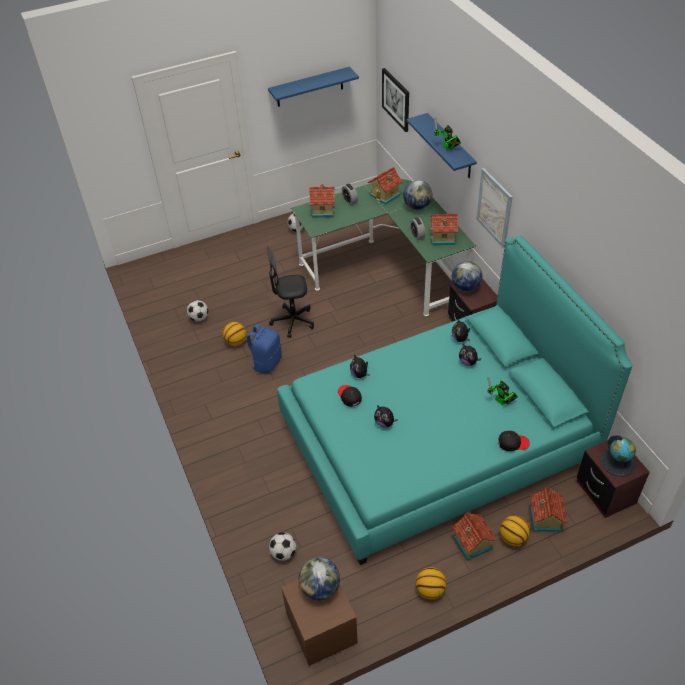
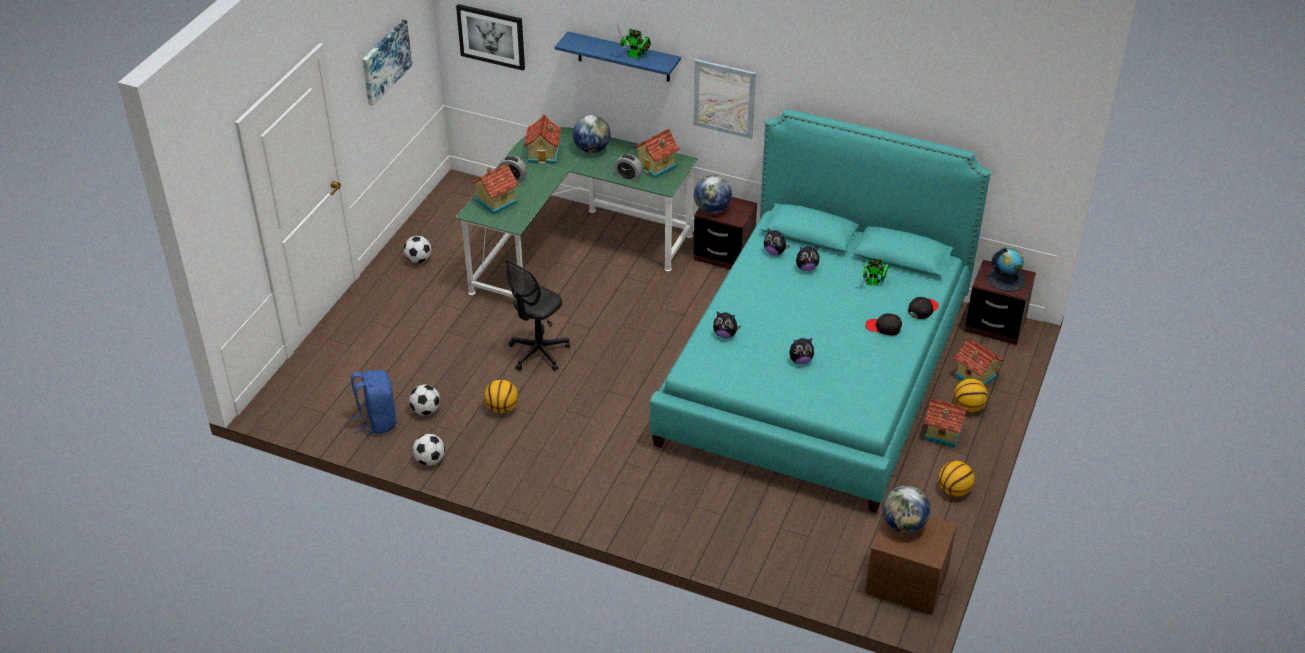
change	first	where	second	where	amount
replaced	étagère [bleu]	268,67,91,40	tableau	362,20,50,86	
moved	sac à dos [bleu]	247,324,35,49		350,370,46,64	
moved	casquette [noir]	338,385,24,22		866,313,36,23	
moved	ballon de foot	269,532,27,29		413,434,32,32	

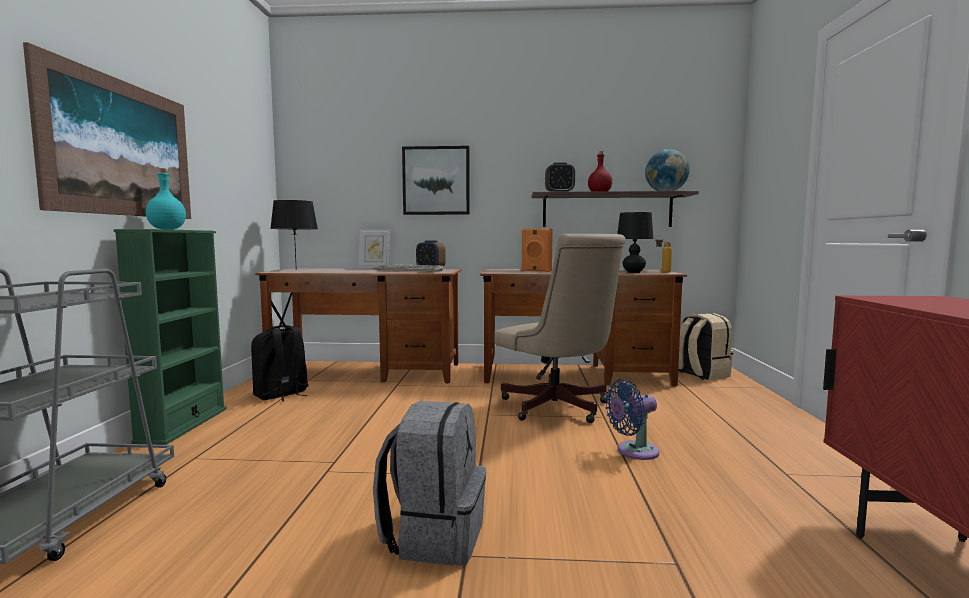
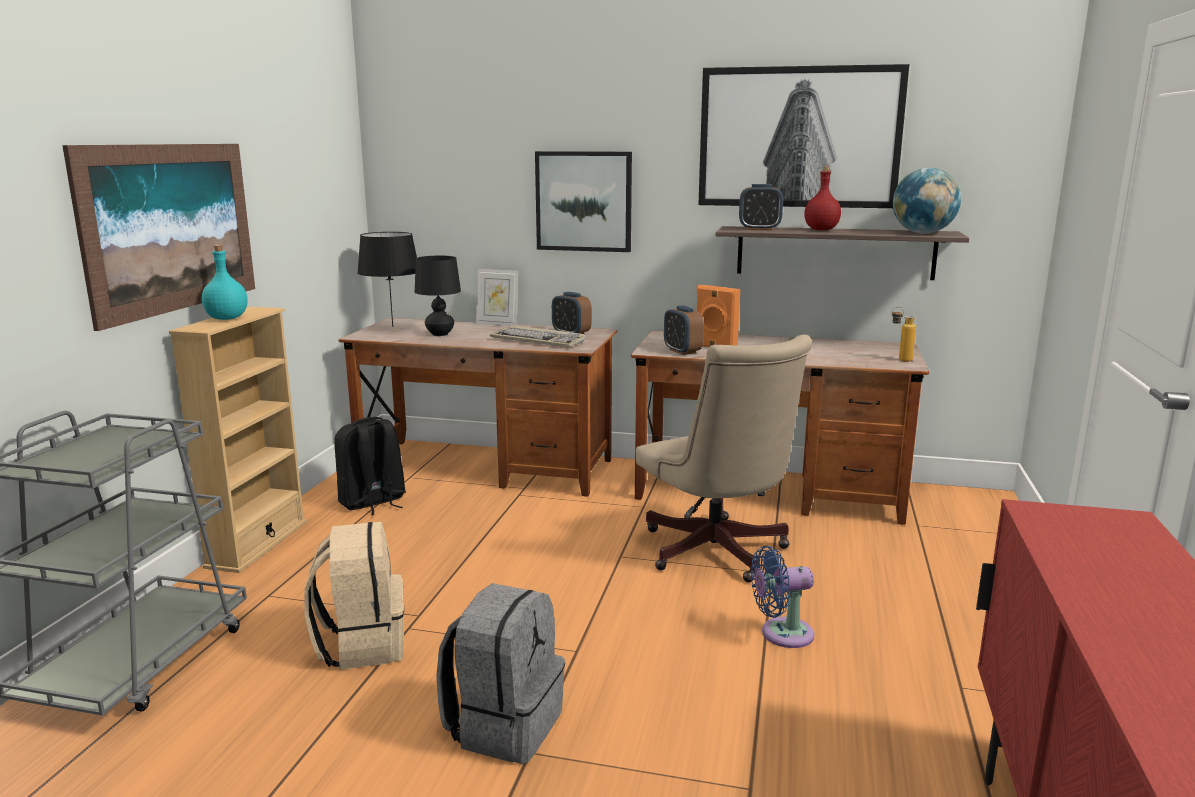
change	first	where	second	where	amount
moved	lampe de table [noir]	617,212,36,61		415,256,46,80	
recoloured	bibliothèque [vert]	114,229,113,216	bibliothèque [beige]	169,307,138,266	
moved	sac à dos [beige]	678,313,55,67		304,522,100,148	
added			tableau	698,64,211,144	
added			réveil	664,305,40,50	

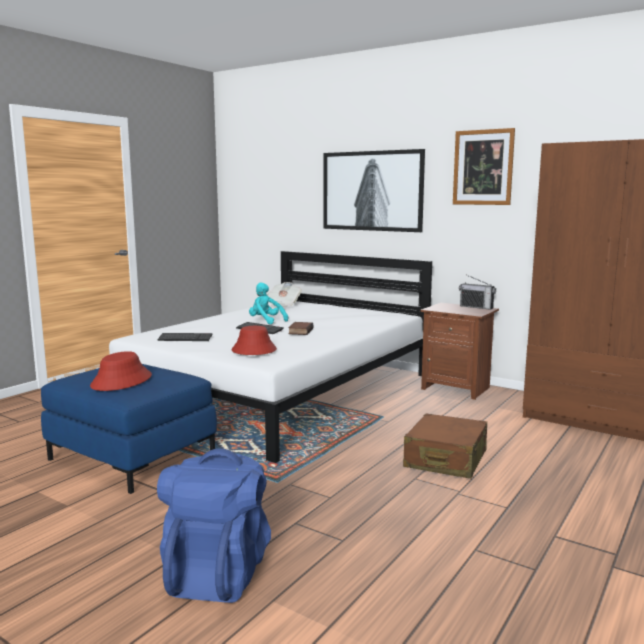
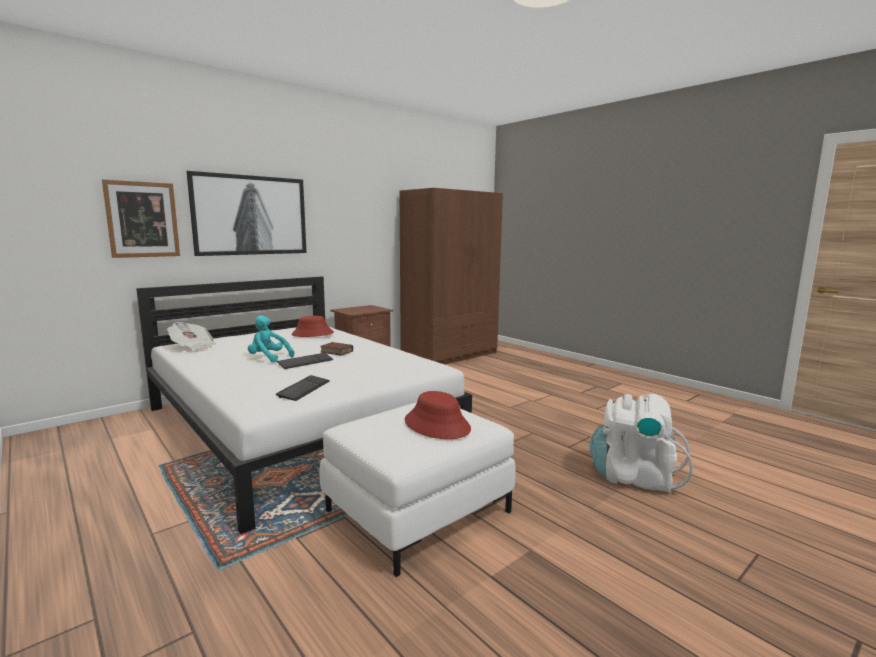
change	first	where	second	where	amount
moved	tableau	453,128,62,77		102,179,78,79	
removed	radio	459,275,37,35			
turned	peluche [turquoise]	249,282,39,42		248,315,46,47	60 degrees clockwise
moved	chapeau [rouge]	231,326,46,29		291,316,43,21	
recoloured	pouf [bleu]	41,364,176,130	pouf [blanc]	319,402,197,175	
removed	valise [marron]	403,413,84,65			
recoloured	sac à dos [bleu]	157,448,114,155	sac à dos [blanc]	590,394,103,99	

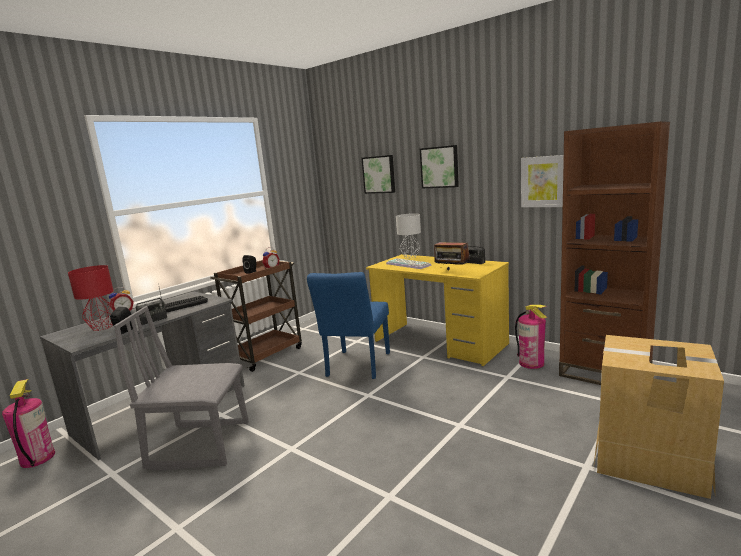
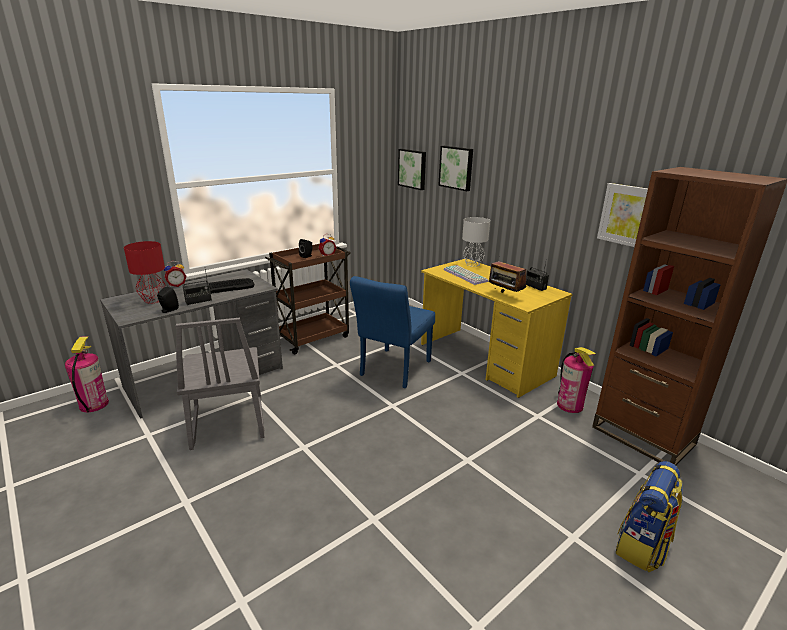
change	first	where	second	where	amount
moved	tableau	420,145,39,43		398,149,28,41	
turned	chaise [gris]	114,306,135,165		176,318,89,132	120 degrees counterclockwise
replaced	carton	593,335,131,164	sac à dos	615,461,68,112	

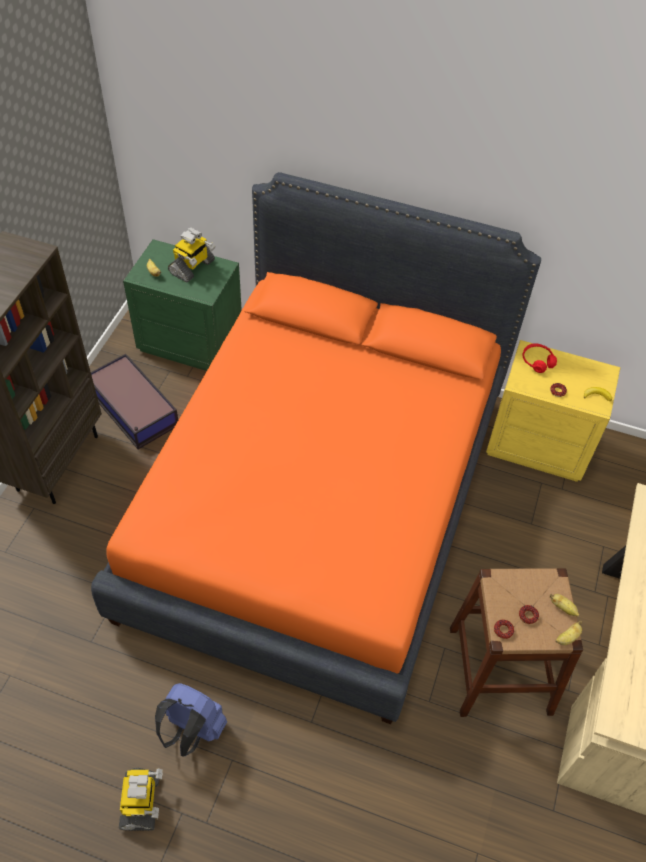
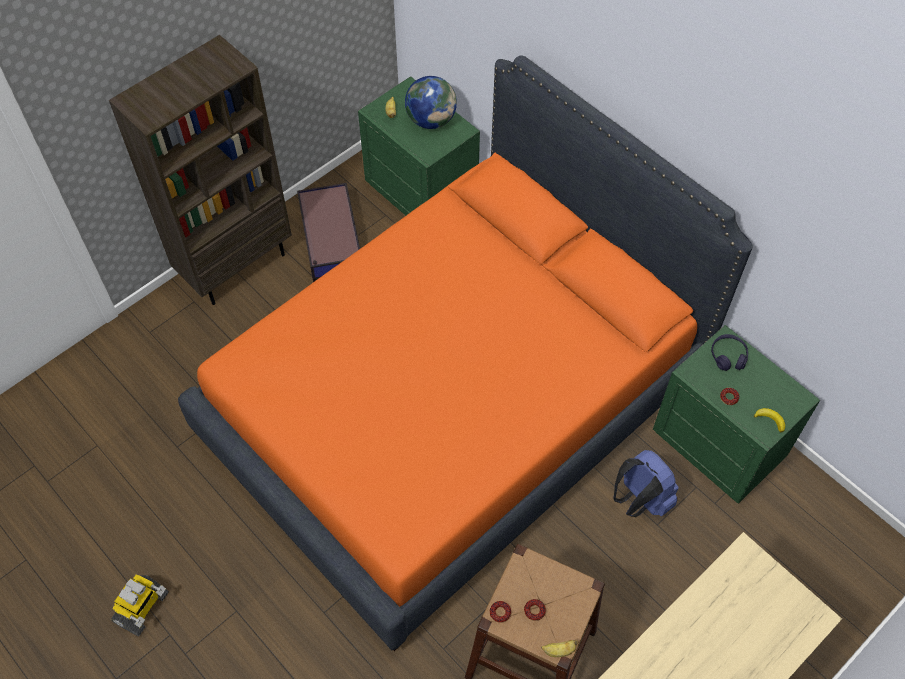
change	first	where	second	where	amount
replaced	robot jouet	168,227,47,55	globe	405,76,52,53	
recoloured	table de chevet [jaune]	486,340,135,142	table de chevet [vert]	653,325,167,179	
recoloured	casque audio [rouge]	522,343,35,30	casque audio [violet]	711,334,37,37	
removed	banane	550,594,29,23			
moved	sac à dos [bleu]	155,683,72,73		613,450,66,67	

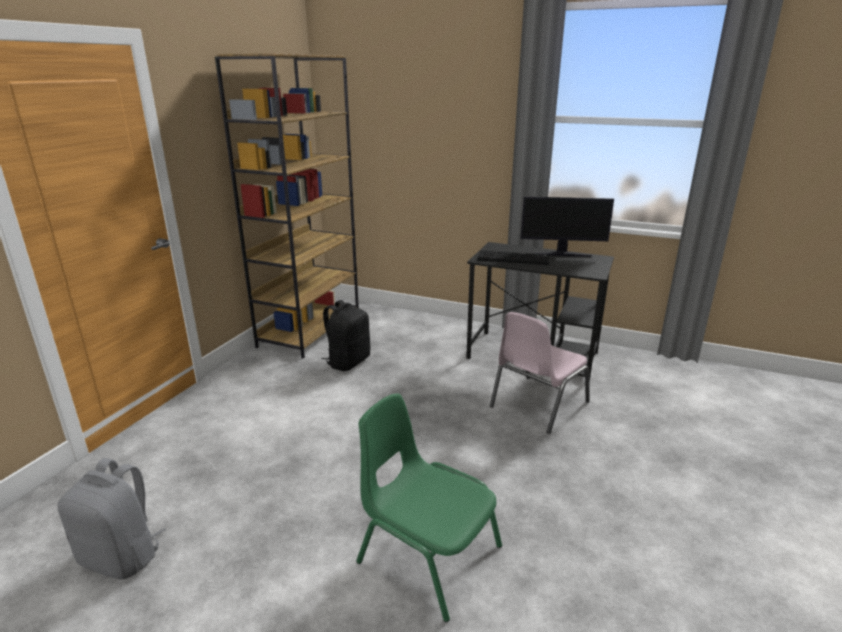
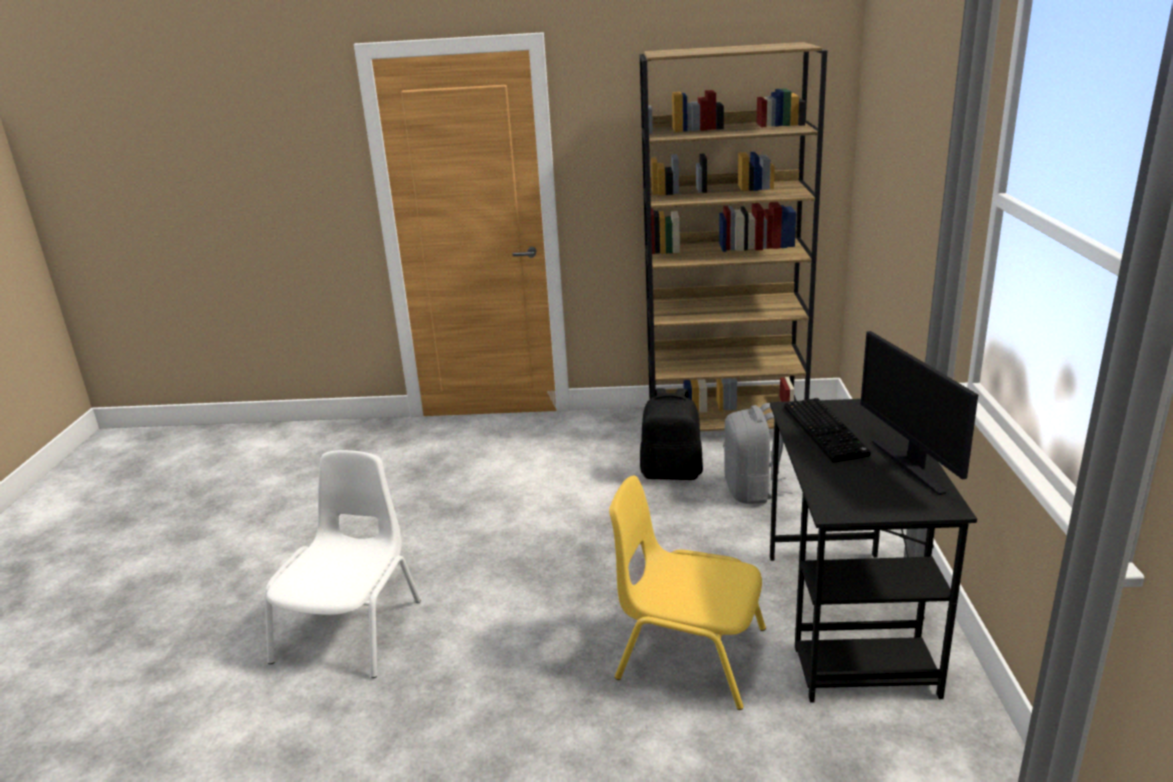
change	first	where	second	where	amount
recoloured	chaise [rose]	490,312,100,122	chaise [jaune]	609,475,157,235	
recoloured	chaise [vert]	356,394,146,228	chaise [blanc]	265,450,156,228	
moved	sac à dos [gris]	57,458,109,122		724,403,68,101	

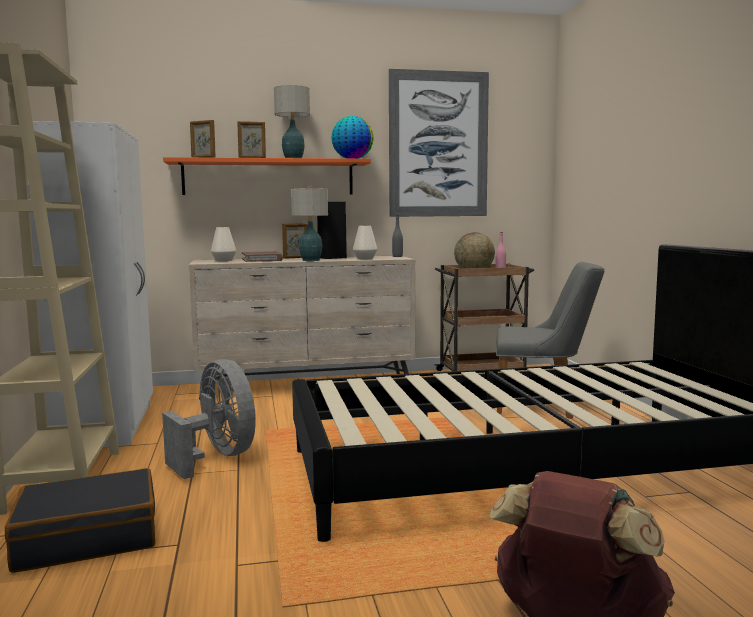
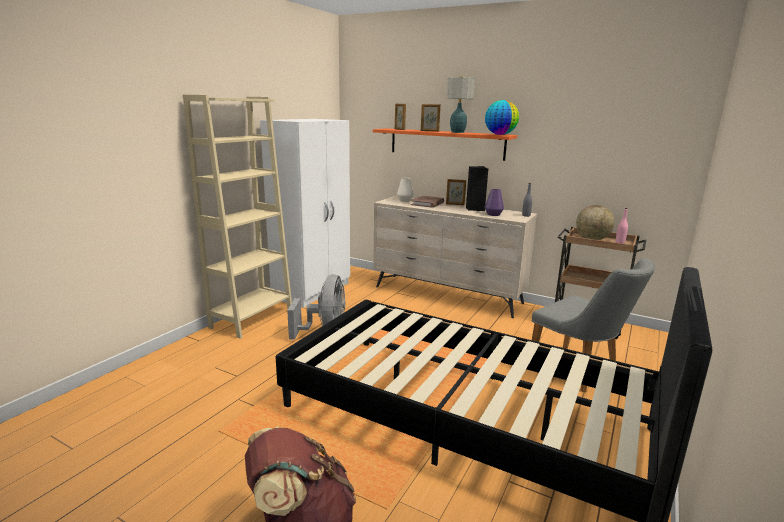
change	first	where	second	where	amount
removed	tableau	389,69,100,148			
removed	lampe de table	291,186,37,75			
recoloured	vase [blanc]	353,226,24,33	vase [violet]	485,189,19,27	
removed	valise [noir]	5,468,150,105			

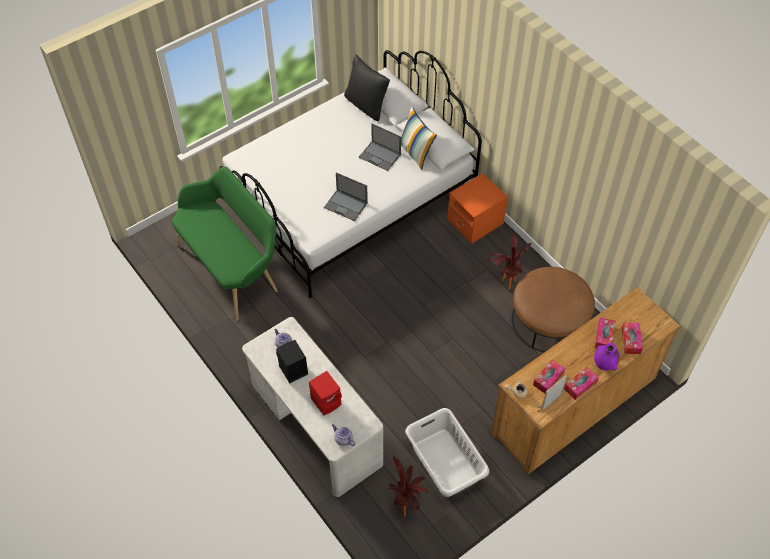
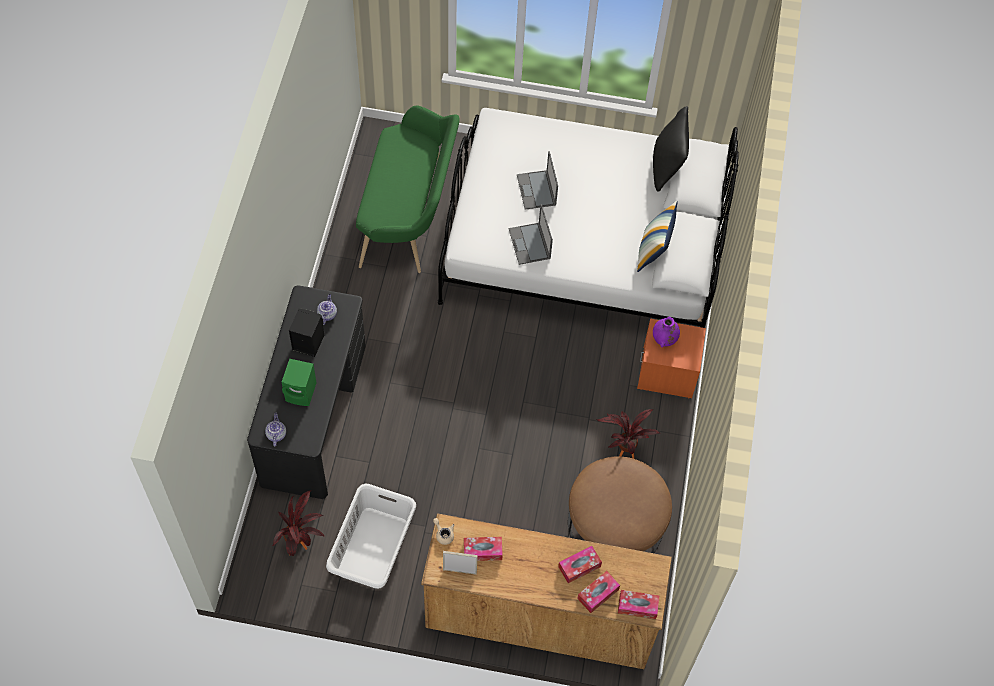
change	first	where	second	where	amount
moved	ordinateur portable	359,124,42,47		517,151,41,59	
recoloured	bureau [blanc]	242,317,141,180	bureau [noir]	247,285,119,214	
moved	vase [violet]	594,343,26,28		653,317,27,30	
moved	boîte à mouchoirs	564,367,35,33		618,590,41,29	
recoloured	enceinte [rouge]	309,371,33,44	enceinte [vert]	282,359,35,47	

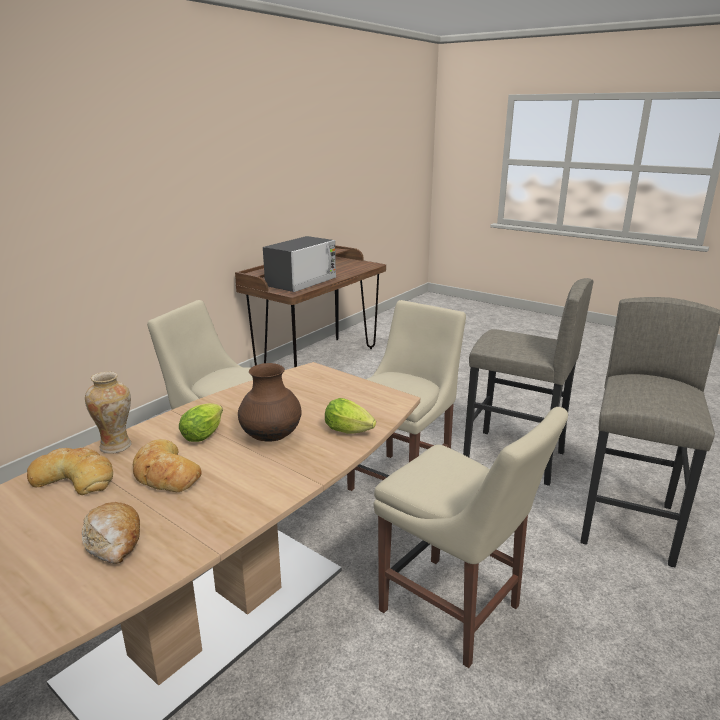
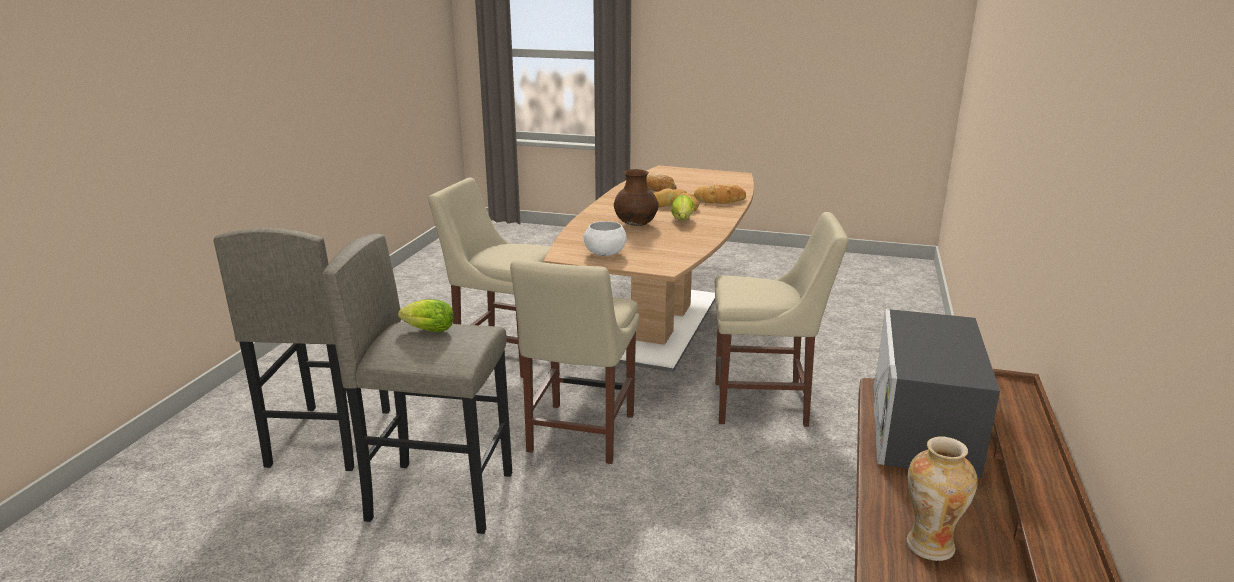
change	first	where	second	where	amount
moved	vase	85,372,46,82		907,436,71,125	
moved	laitue	325,398,51,35		398,299,56,33	
added			bol [blanc]	584,221,43,35	

